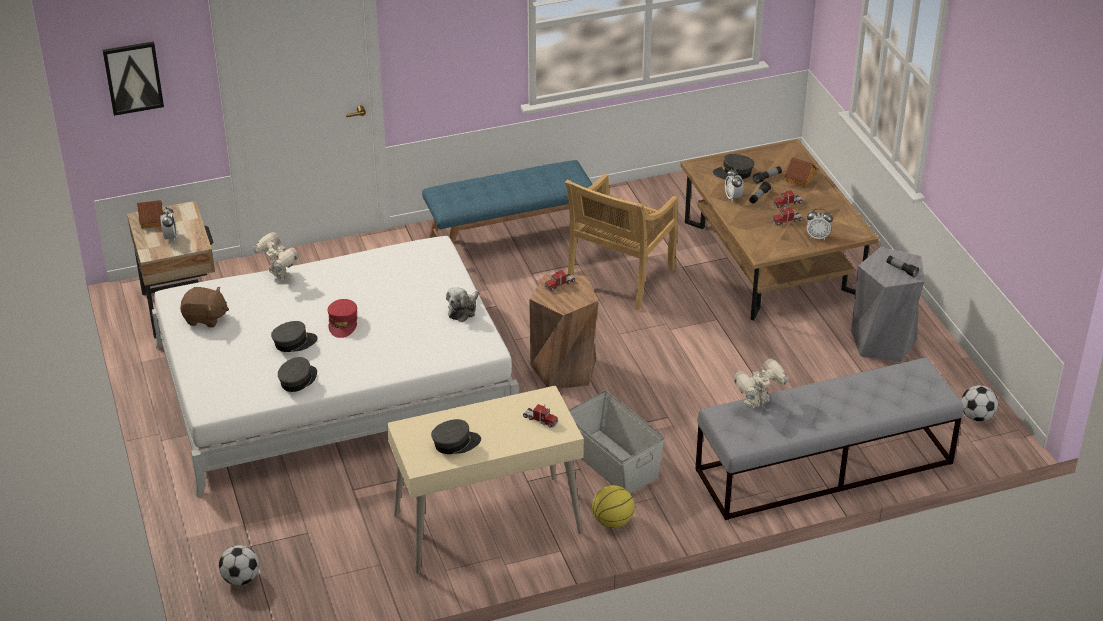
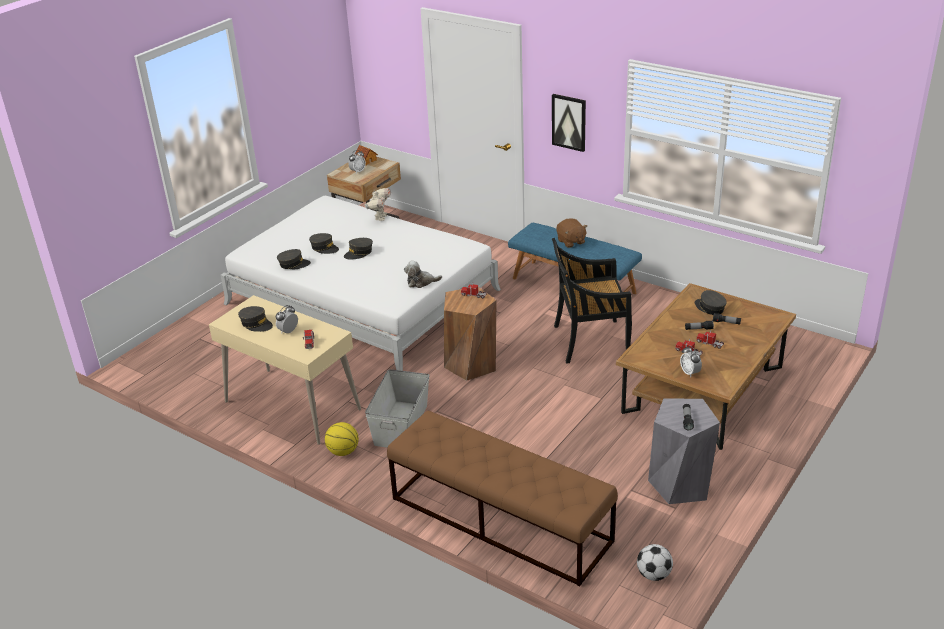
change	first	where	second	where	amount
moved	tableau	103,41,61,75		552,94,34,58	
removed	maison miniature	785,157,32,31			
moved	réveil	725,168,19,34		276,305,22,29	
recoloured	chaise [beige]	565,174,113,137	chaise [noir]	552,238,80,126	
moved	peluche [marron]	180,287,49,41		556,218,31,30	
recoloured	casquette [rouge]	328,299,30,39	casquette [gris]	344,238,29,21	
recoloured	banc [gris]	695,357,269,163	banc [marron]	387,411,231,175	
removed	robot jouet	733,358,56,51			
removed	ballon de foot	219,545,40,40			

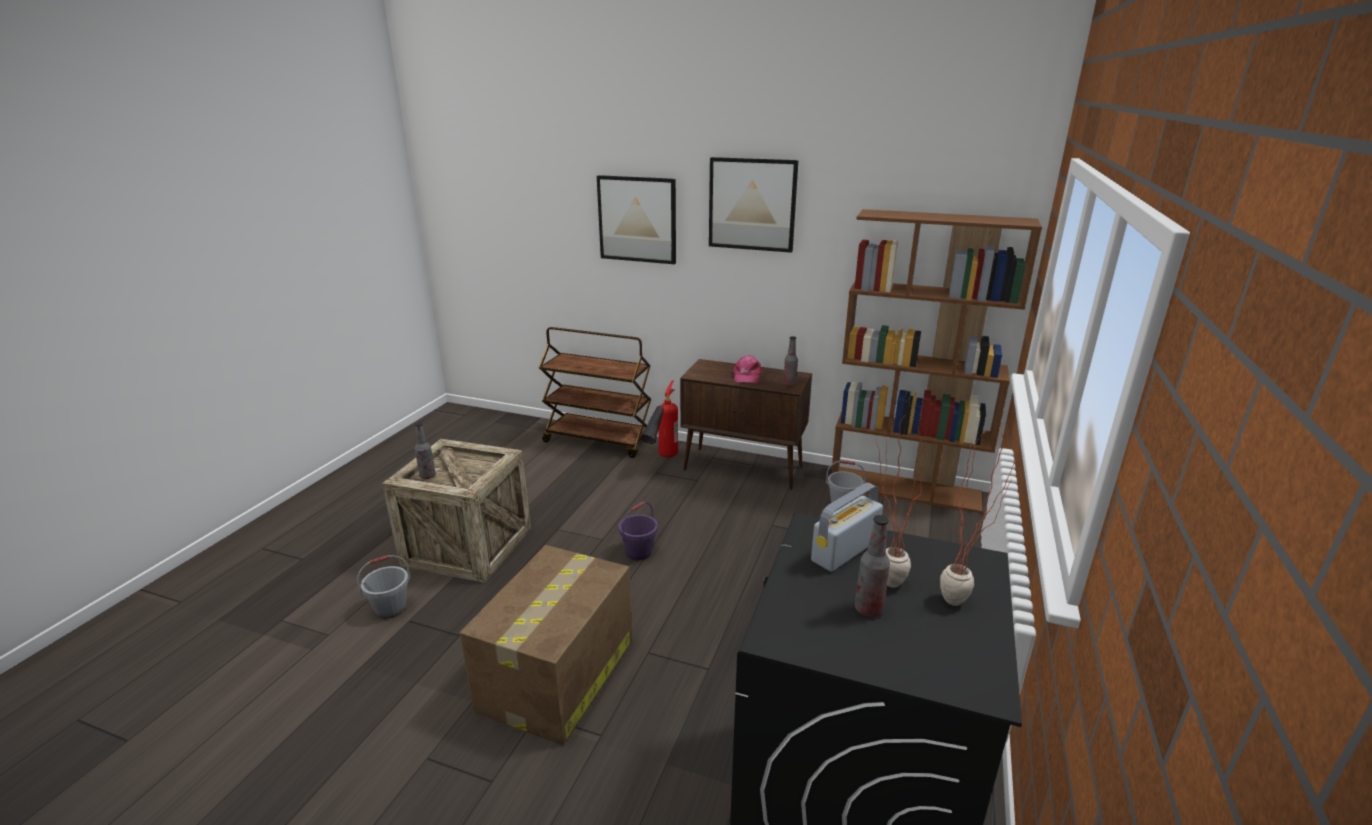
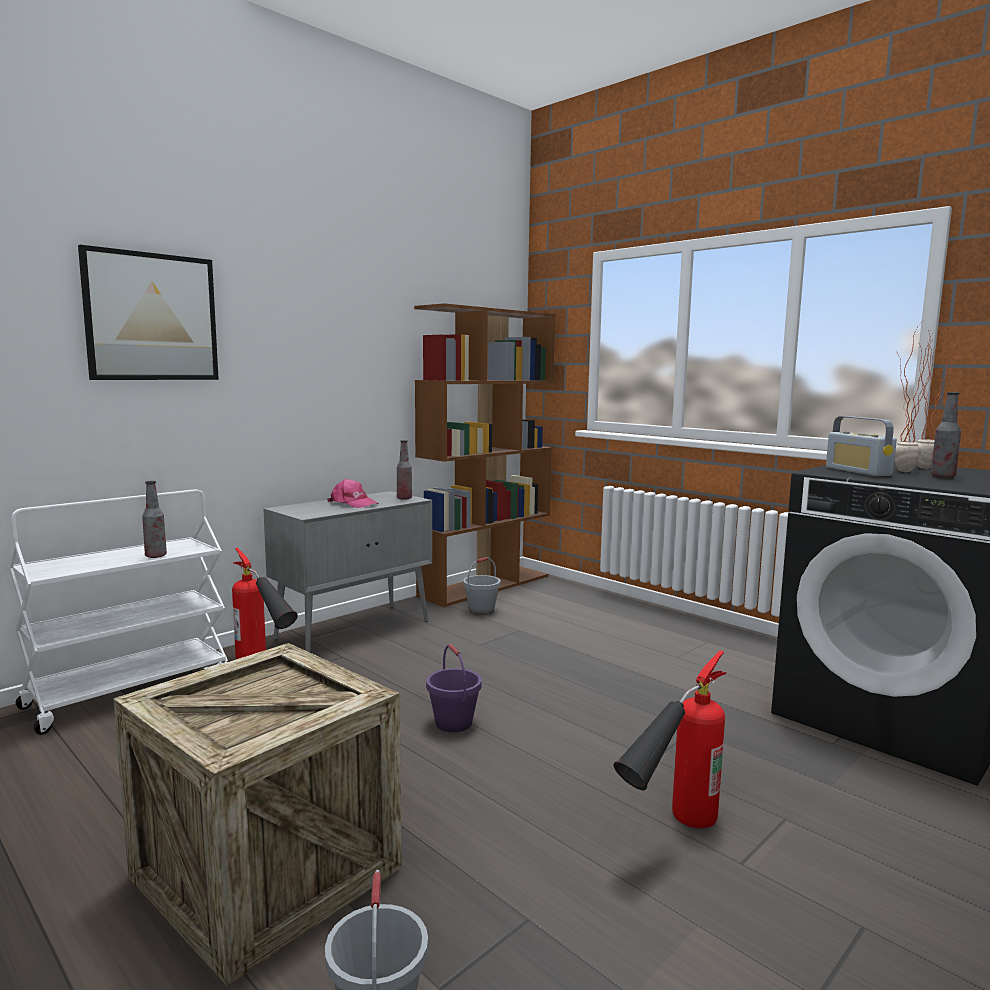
change	first	where	second	where	amount
removed	tableau	709,157,90,96			
recoloured	chariot [marron]	539,327,112,131	chariot [blanc]	9,489,219,246	
recoloured	meuble de rangement [marron]	680,359,132,131	meuble de rangement [gris]	263,491,169,161	
moved	bouteille	414,422,22,57		142,481,25,77	
replaced	carton	460,545,172,200	extincteur	614,650,112,178	

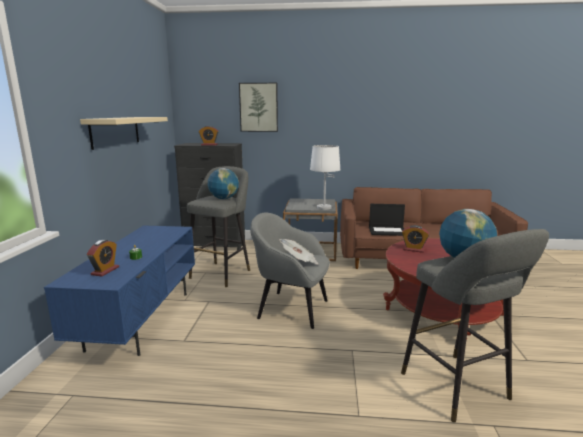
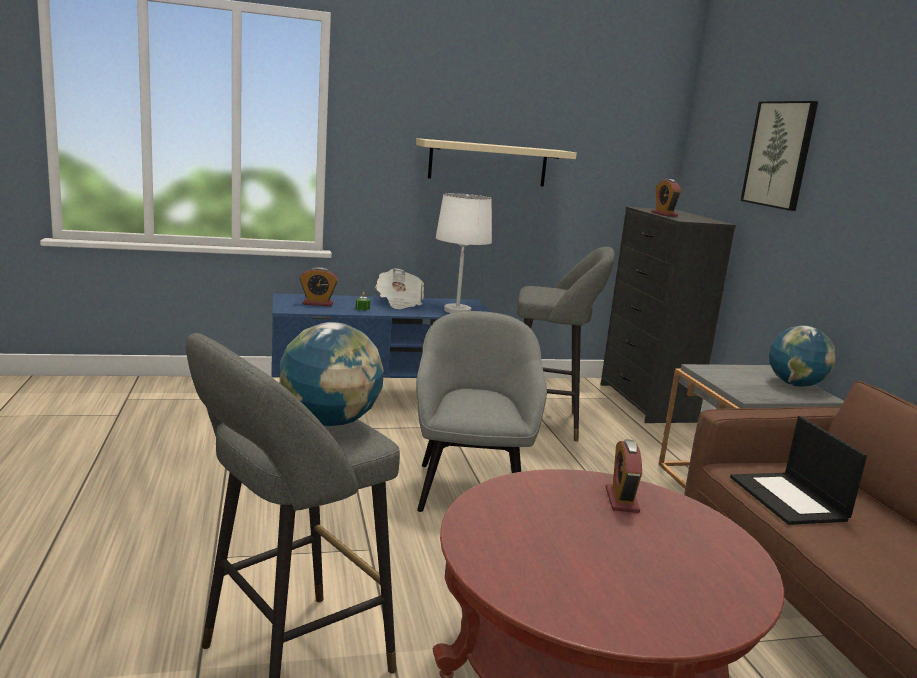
change	first	where	second	where	amount
moved	lampe de table [blanc]	310,145,30,65		435,193,57,120	
moved	globe	208,168,31,31		769,325,67,62	
moved	journal	279,239,39,25		375,269,49,40	

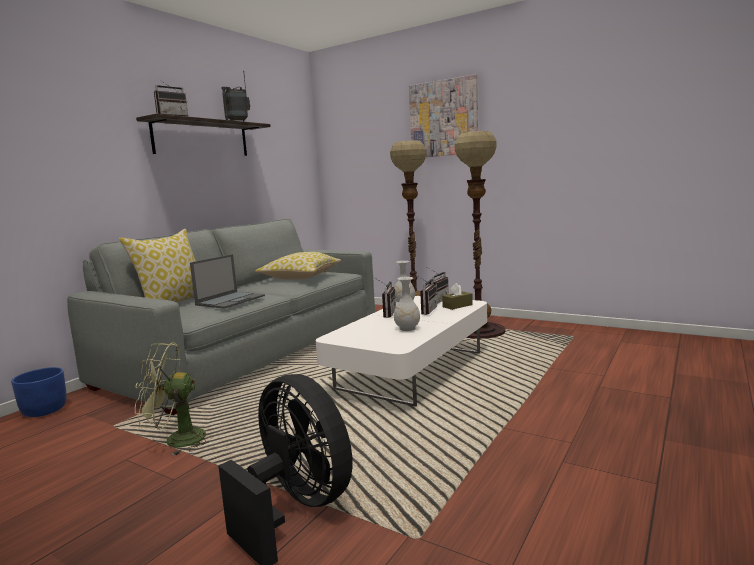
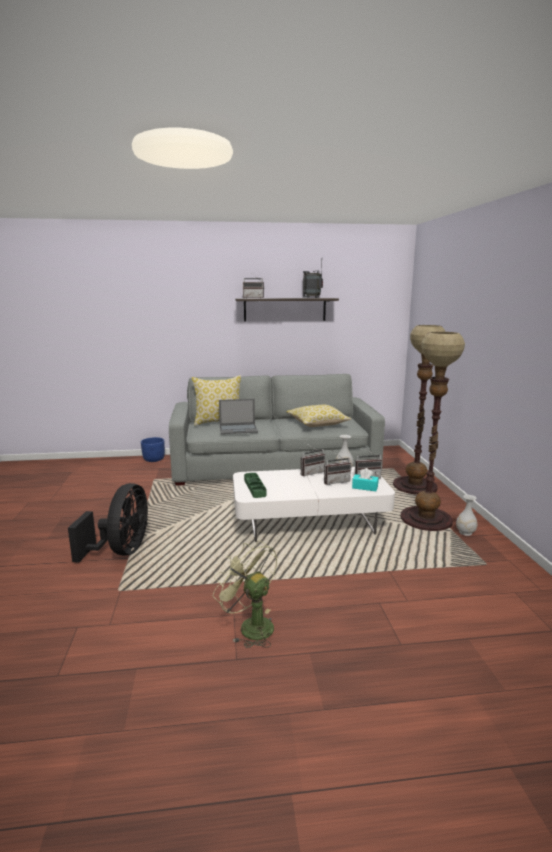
change	first	where	second	where	amount
removed	tableau	409,74,69,83			
moved	vase [blanc]	394,277,26,54		456,495,21,41	
recoloured	boîte à mouchoirs [marron]	442,283,31,27	boîte à mouchoirs [turquoise]	352,468,27,23	
moved	ventilateur [vert]	135,342,74,114		213,540,64,108	
added			plateau [vert]	244,473,23,25	

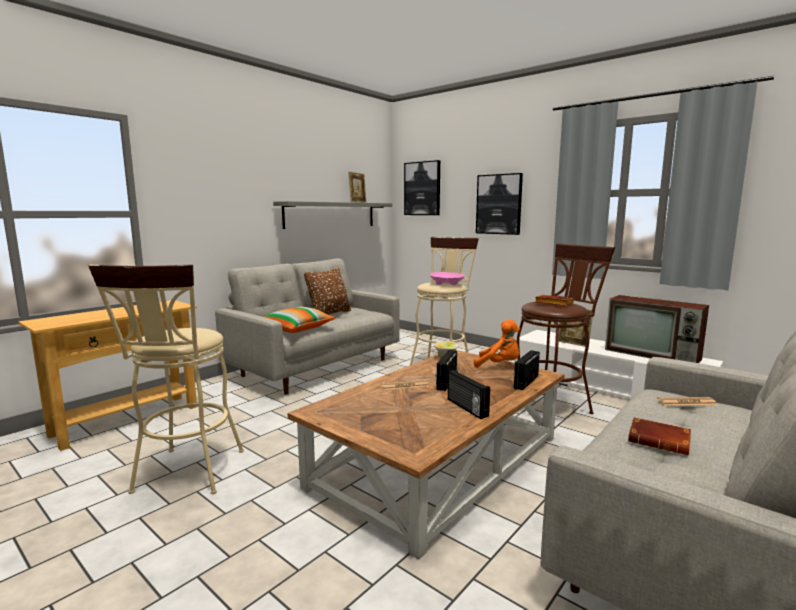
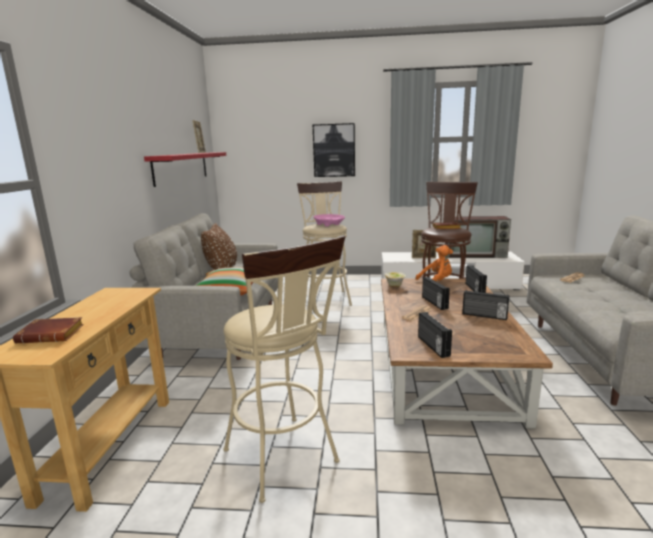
change	first	where	second	where	amount
removed	tableau	404,160,36,55			
recoloured	étagère [gris]	273,201,119,28	étagère [rouge]	144,152,82,35	
moved	livre [marron]	628,417,63,38		13,317,71,26	
added			radio	418,312,34,46	

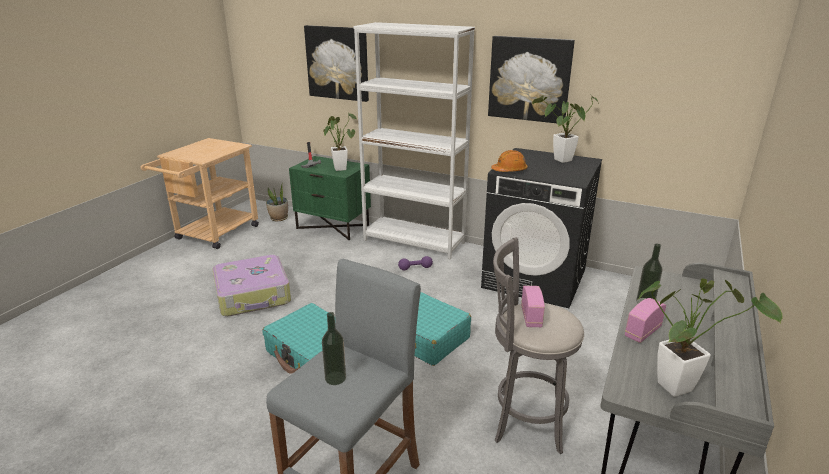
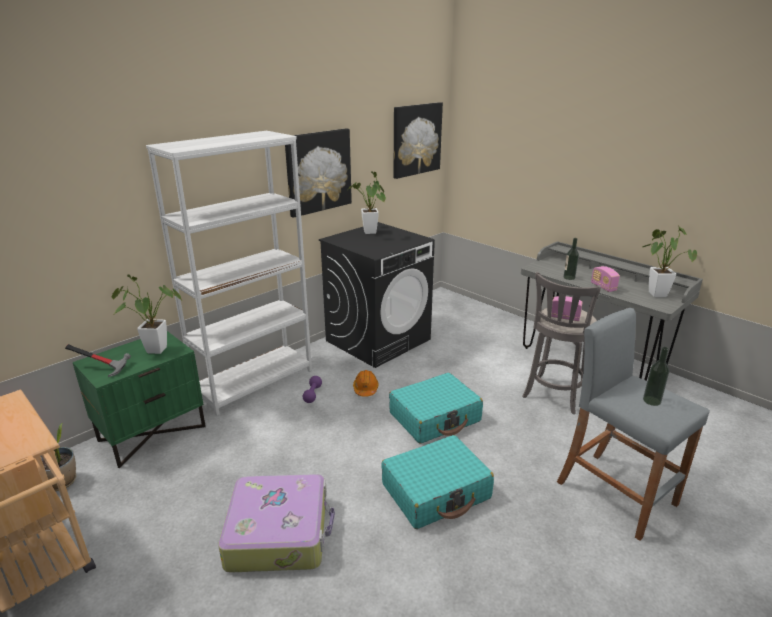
change	first	where	second	where	amount
moved	tableau	304,25,65,77		393,102,50,77	
moved	casque de chantier [orange]	491,150,37,22		353,370,26,27	

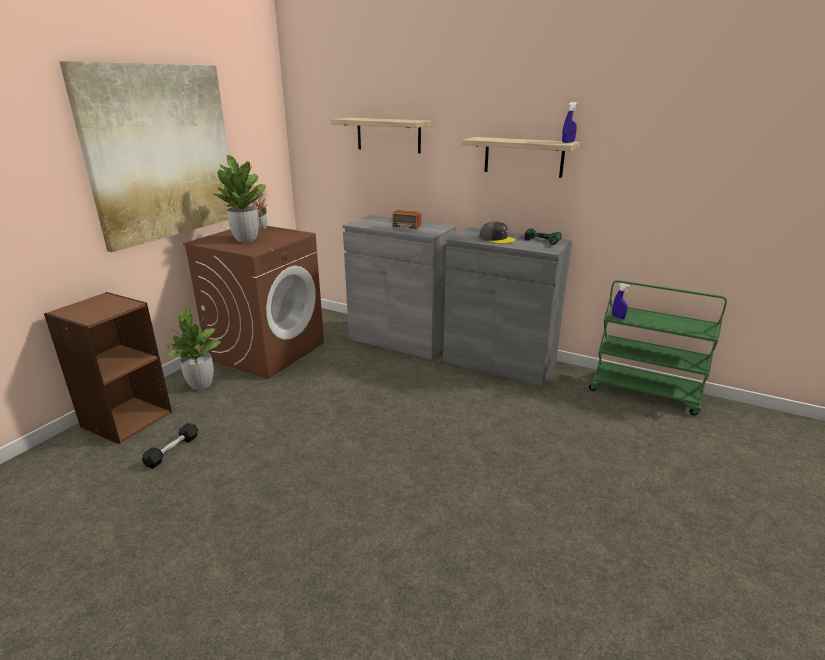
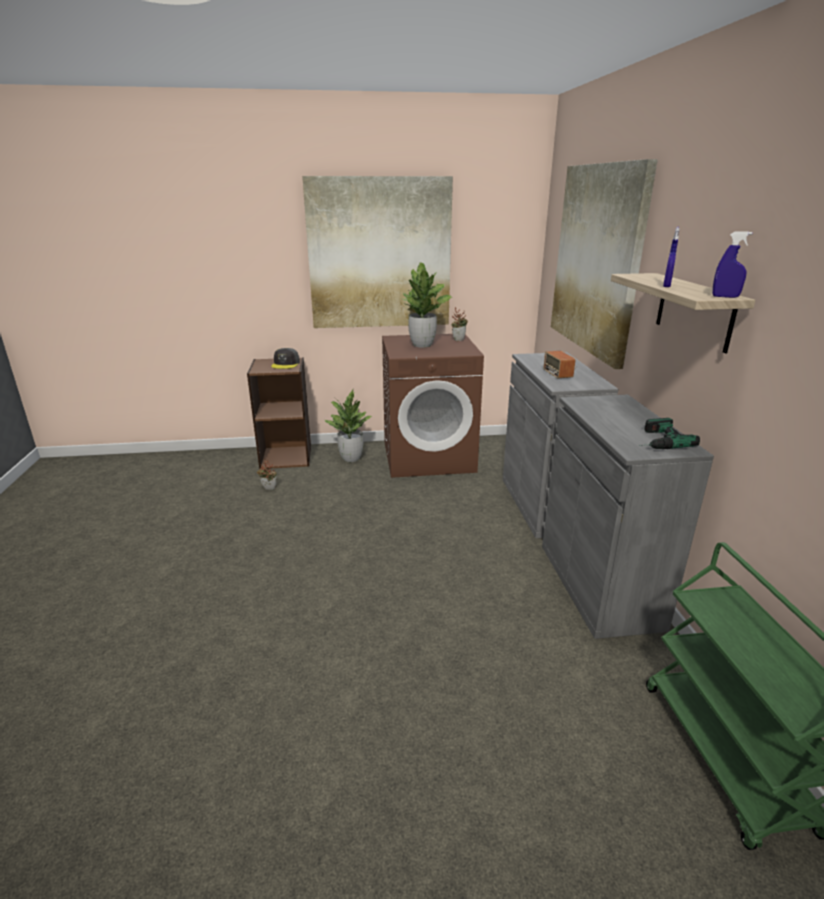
change	first	where	second	where	amount
replaced	étagère	331,118,101,35	tableau	551,159,107,210	
moved	casquette [gris]	479,221,37,23		271,348,29,21	
moved	vaporisateur [bleu]	612,283,18,36		663,227,16,60	
replaced	haltère [noir]	142,423,56,46	plante en pot	257,459,20,31	

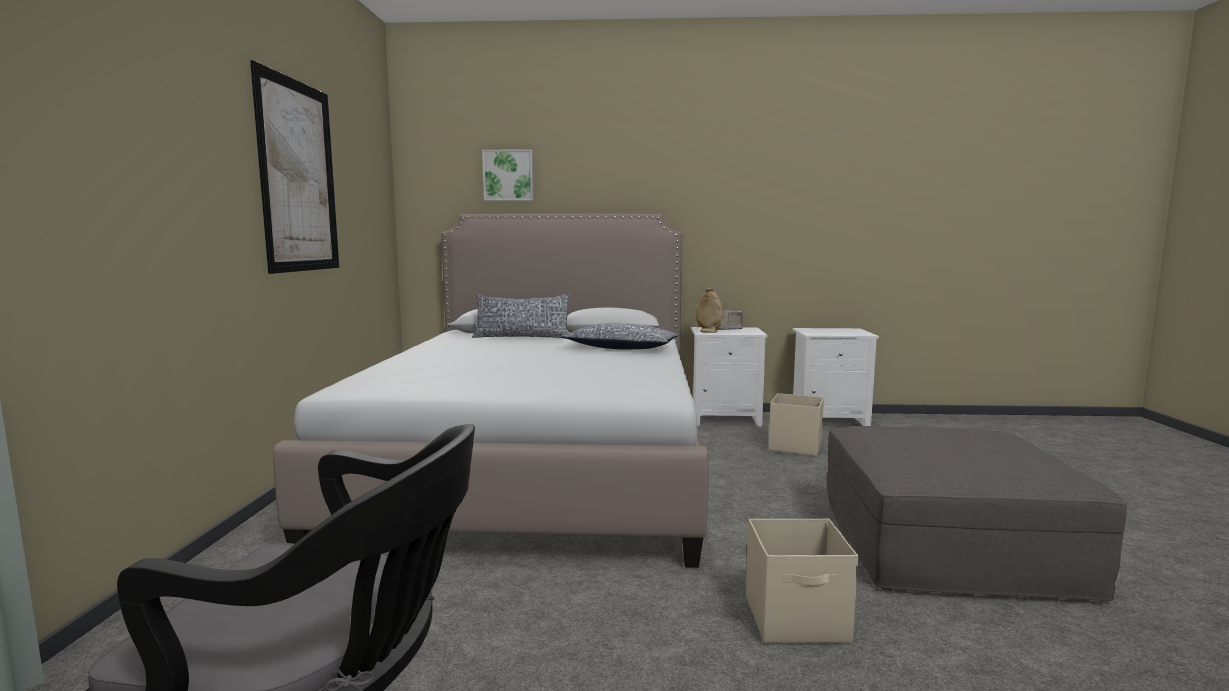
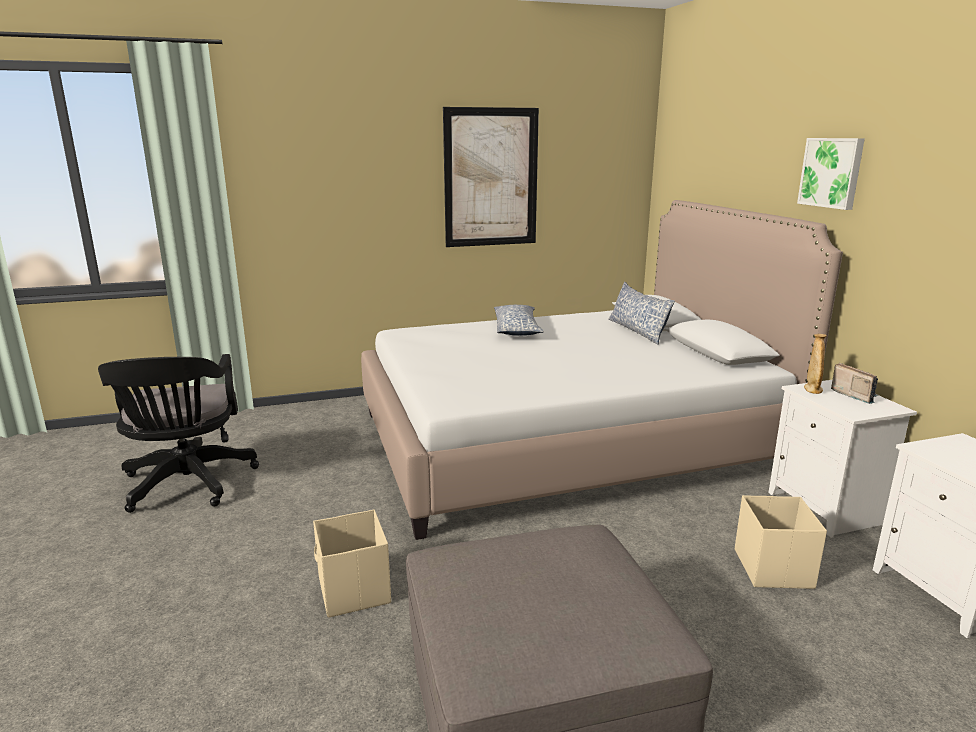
change	first	where	second	where	amount
moved	tableau	482,149,52,52		797,138,68,72	
moved	coussin	561,323,118,26		494,305,50,31	

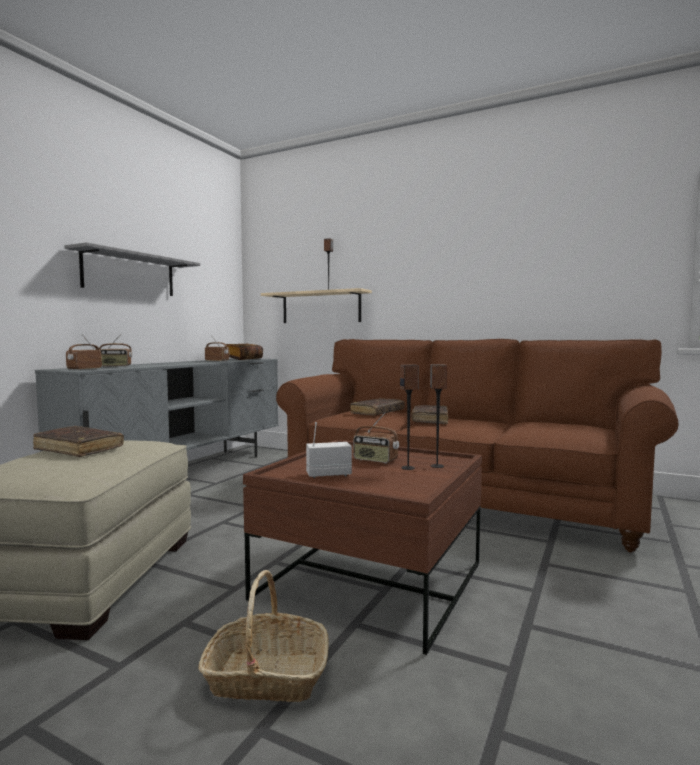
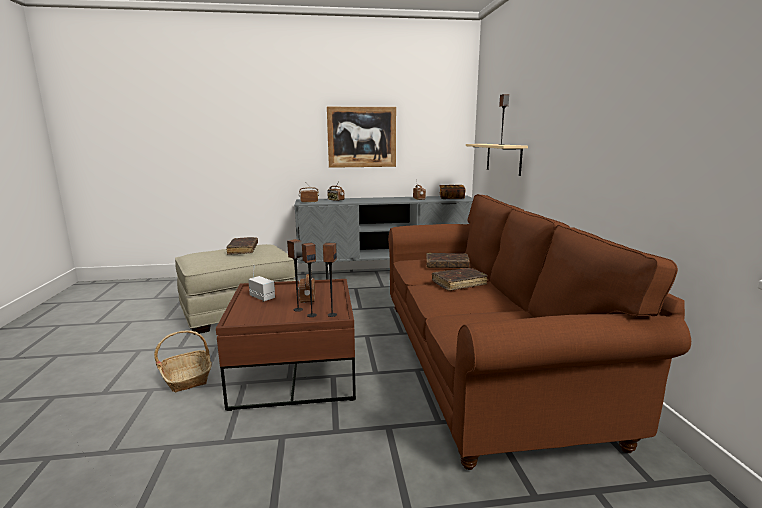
change	first	where	second	where	amount
replaced	étagère [gris]	65,242,135,54	tableau	327,107,69,61	
added			enceinte	323,243,14,74	

